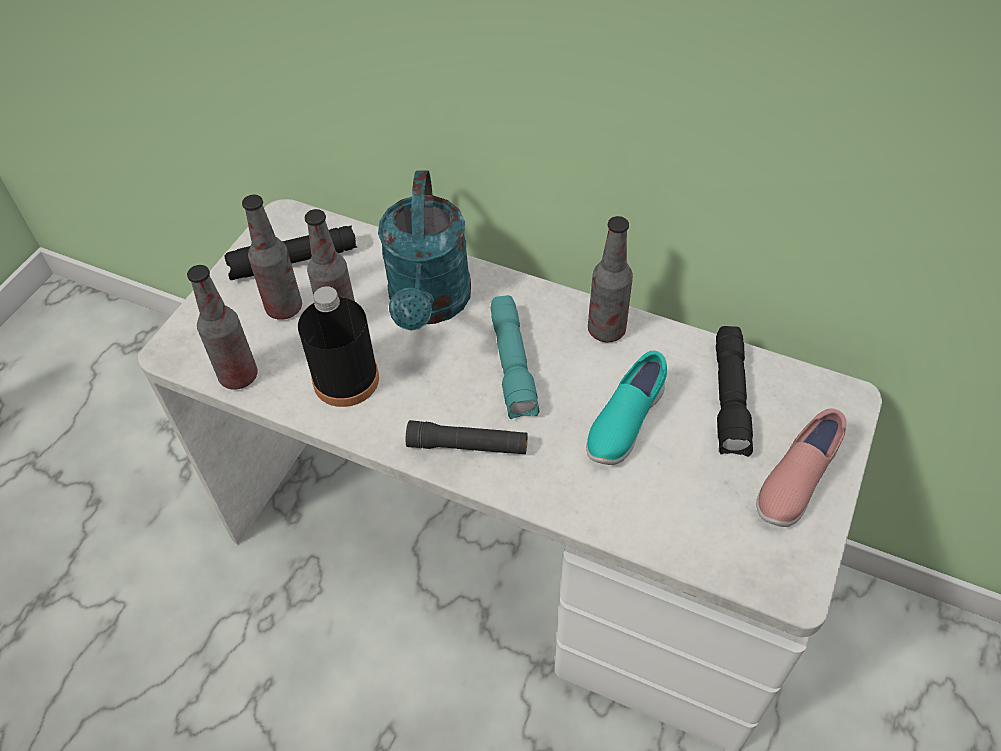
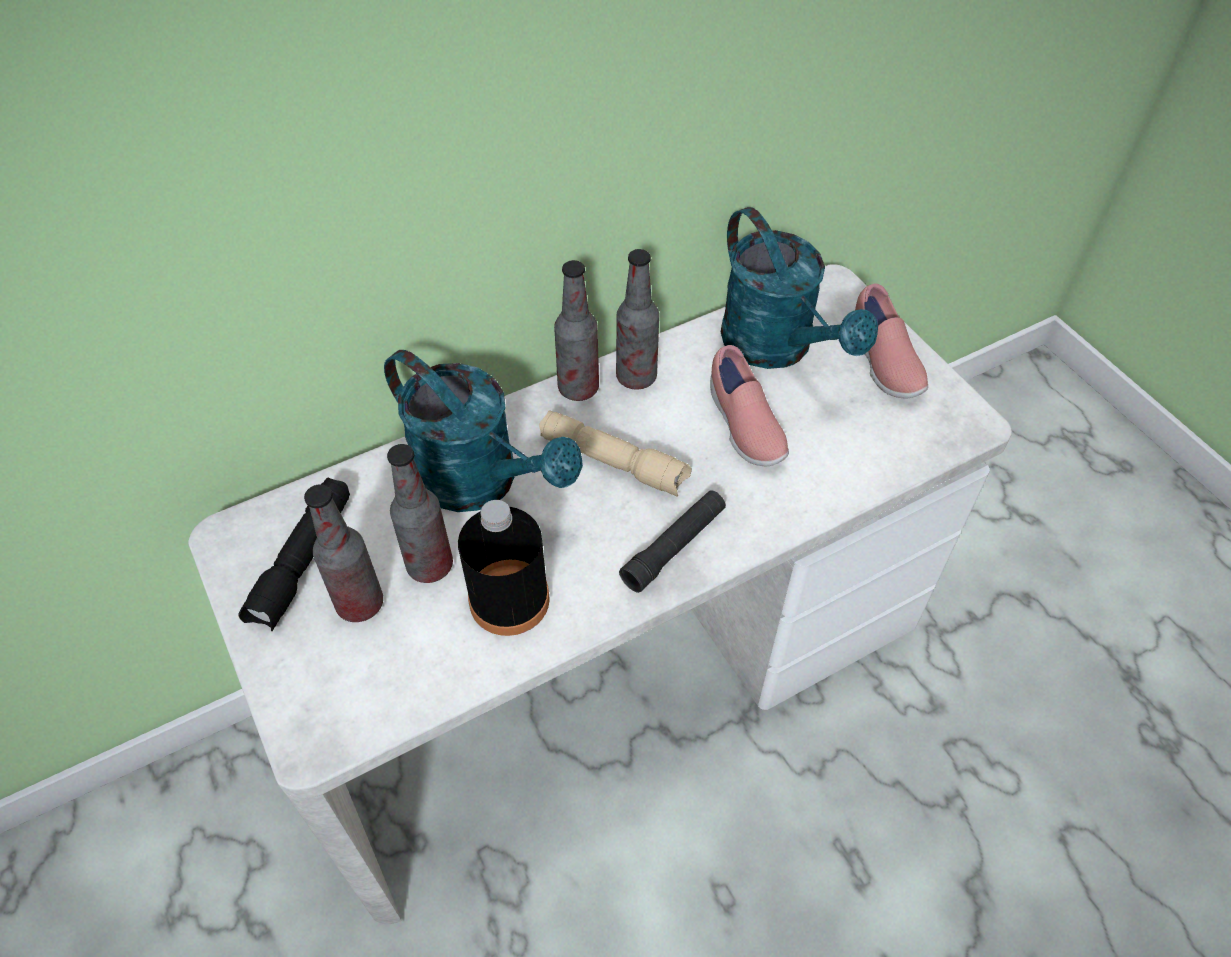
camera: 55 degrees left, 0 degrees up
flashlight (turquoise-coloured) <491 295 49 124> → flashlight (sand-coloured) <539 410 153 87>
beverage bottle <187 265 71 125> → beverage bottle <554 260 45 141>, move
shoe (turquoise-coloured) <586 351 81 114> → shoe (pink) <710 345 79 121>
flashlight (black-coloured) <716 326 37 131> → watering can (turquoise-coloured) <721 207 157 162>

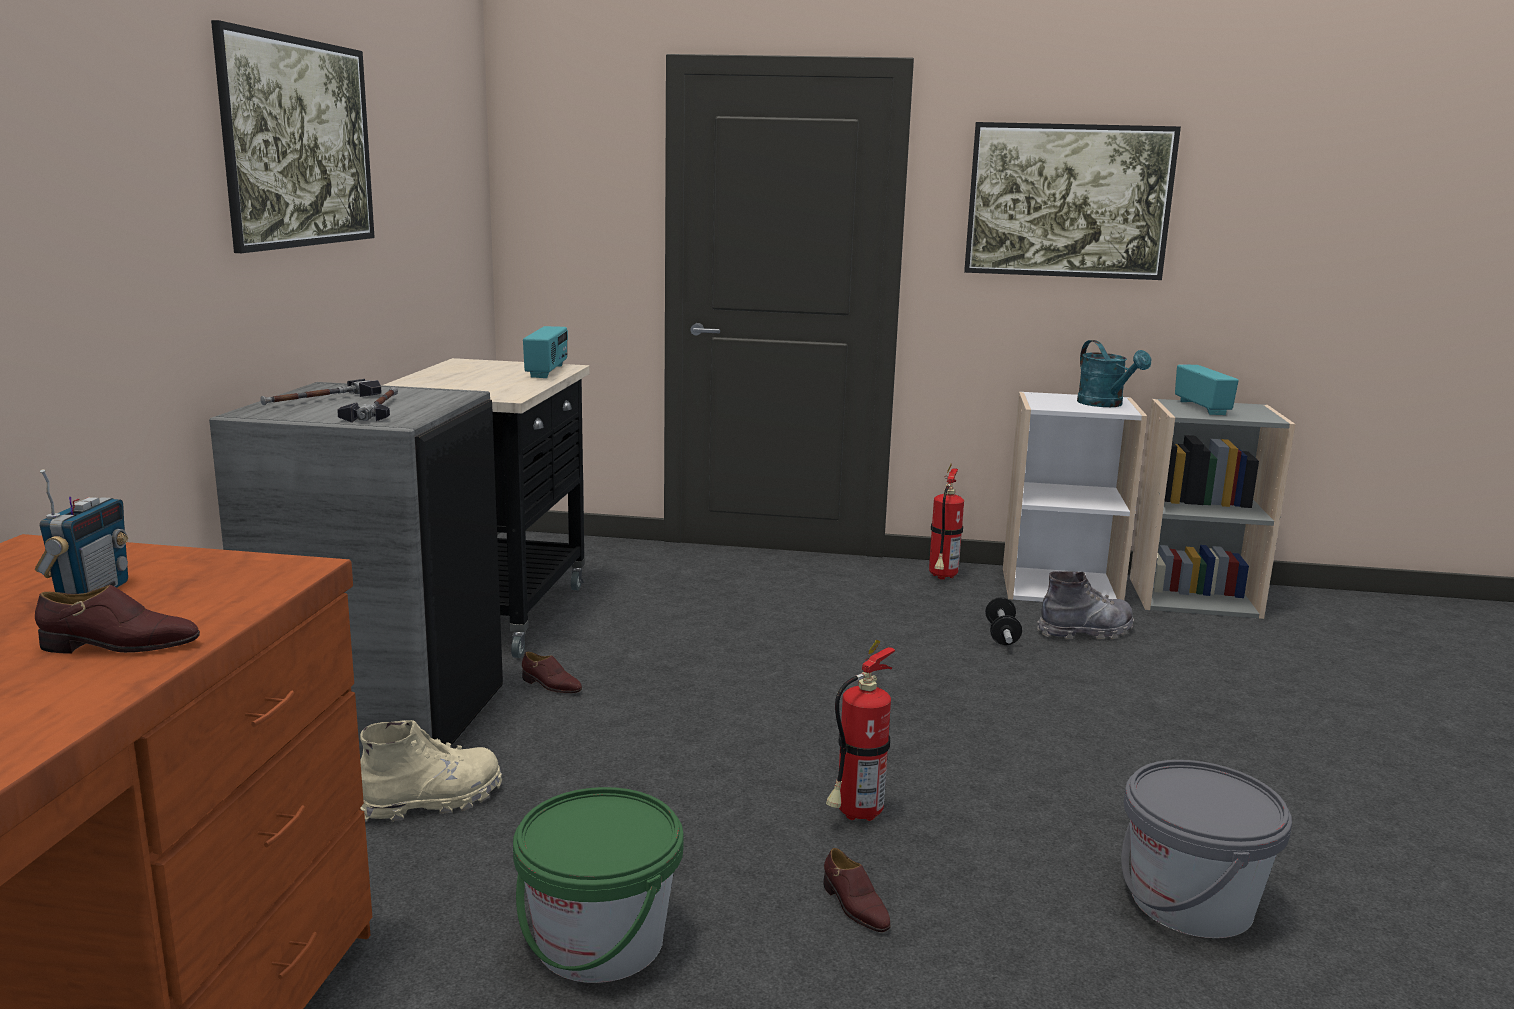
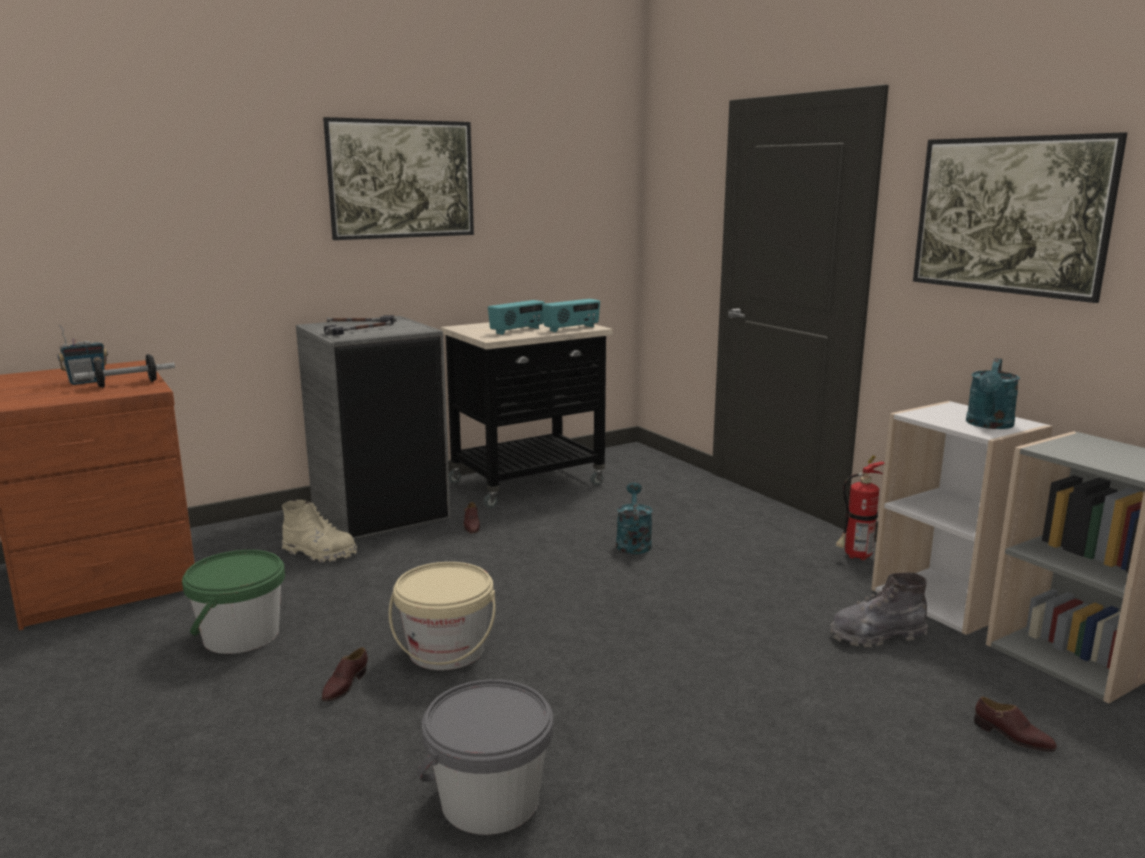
camera: 50 degrees right, 0 degrees up
hand weight <985 597 37 48> → hand weight <73 354 102 34>, move
fire extinguisher <826 640 69 181> → water bucket (sand-coloured) <389 562 107 108>
radio receiver <1175 365 64 50> → radio receiver <488 300 57 35>, move
- → watering can (turquoise-coloured) <616 483 37 71>
high-top boot (greyish) <1037 571 97 69> → high-top boot (greyish) <831 573 97 74>, 135 degrees clockwise
shoe (brown) <35 585 165 69> → shoe (brown) <974 696 83 55>, move

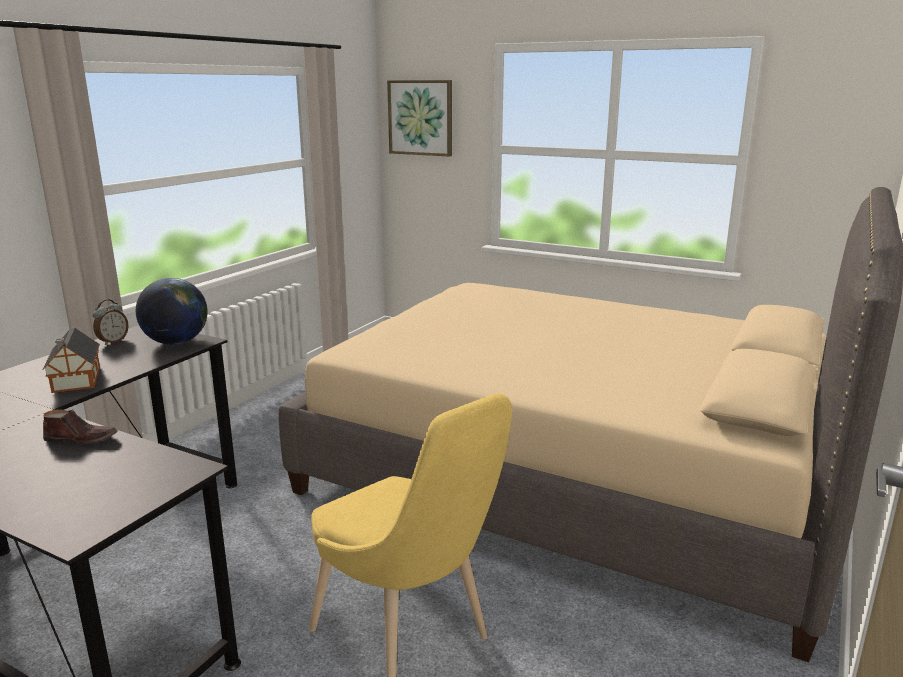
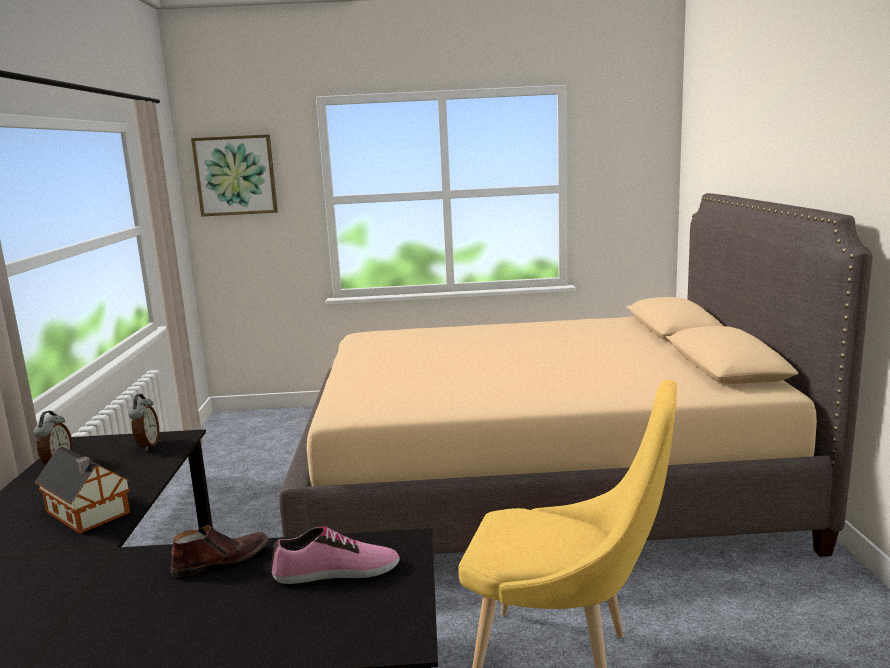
camera: 30 degrees left, 5 degrees down
desk globe <136 278 72 67> → table clock <128 394 31 57>
- → shoe <271 526 129 58>

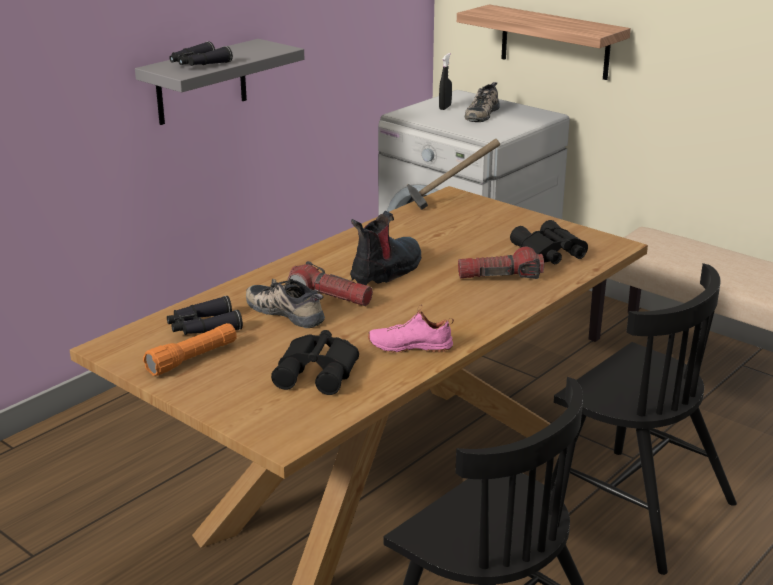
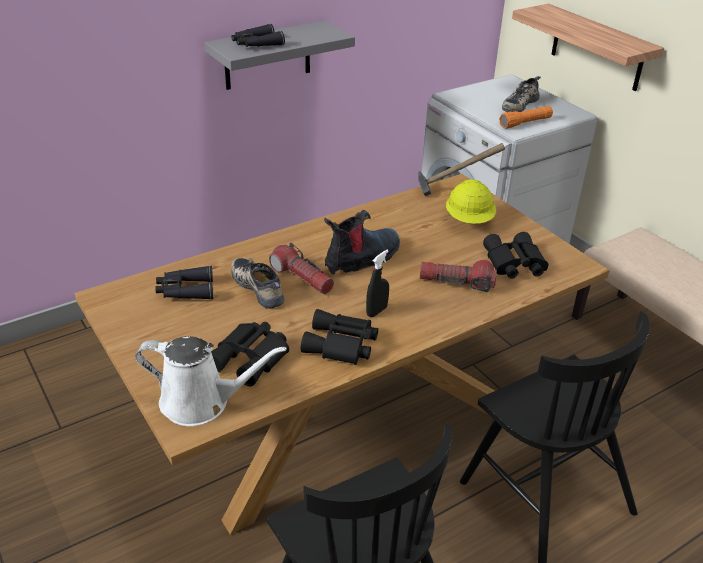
camera: 15 degrees right, 10 degrees up
- → watering can (white) <135 336 151 90>
shoe (pink) <368 305 86 48> → binoculars (black-coloured) <301 309 77 56>
spray bottle (black-coloured) <439 53 13 57> → spray bottle (black-coloured) <366 250 23 67>, move
- → hard hat (yellow) <446 179 50 45>
flashlight (orange) <143 323 94 53> → flashlight (orange) <499 106 54 23>, move

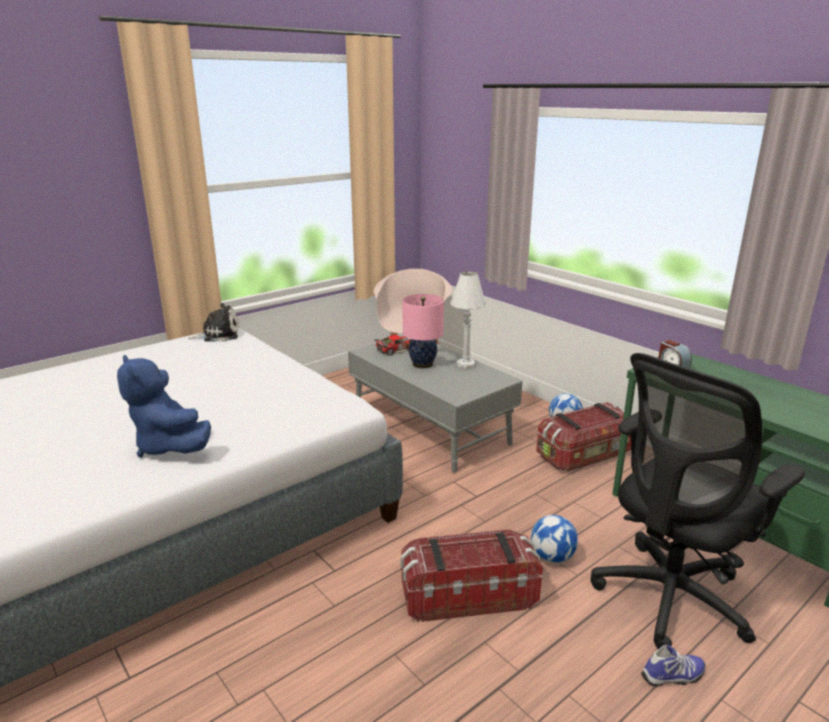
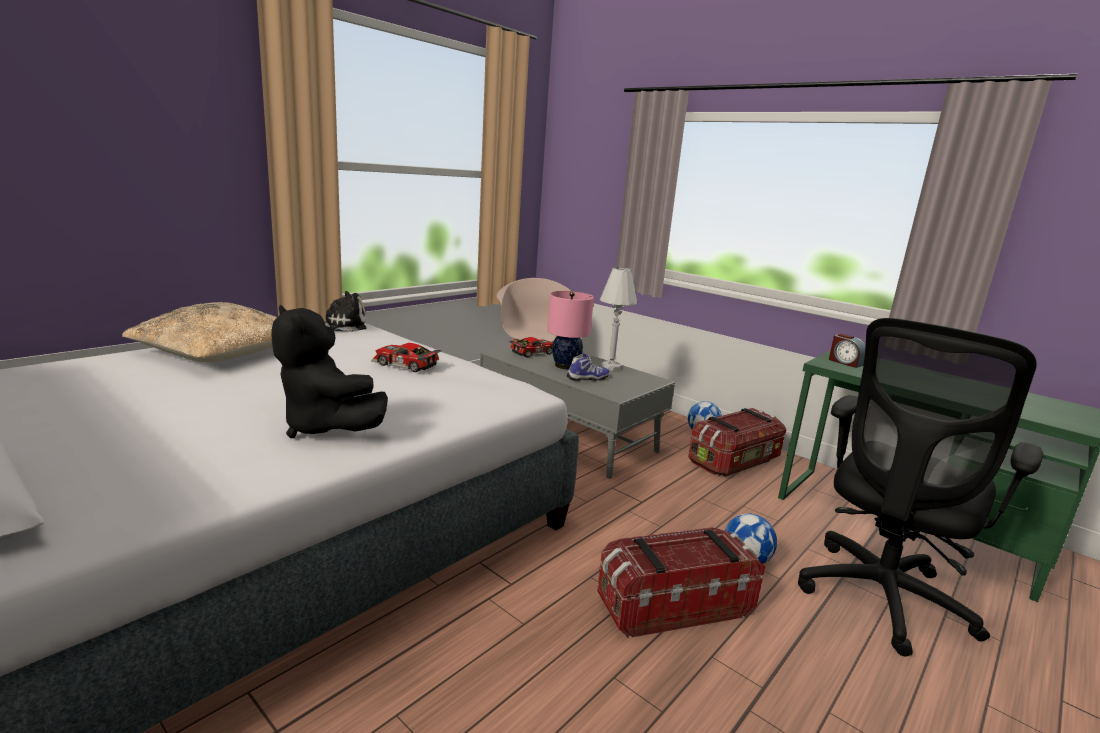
camera: 10 degrees left, 5 degrees down
- → cushion (sand-coloured) <122 302 155 60>
cuddly toy (blue) <117 355 94 102> → cuddly toy (black-coloured) <271 305 117 133>
- → toy car <371 343 70 29>
shoe <641 644 64 42> → shoe <567 353 42 28>, move

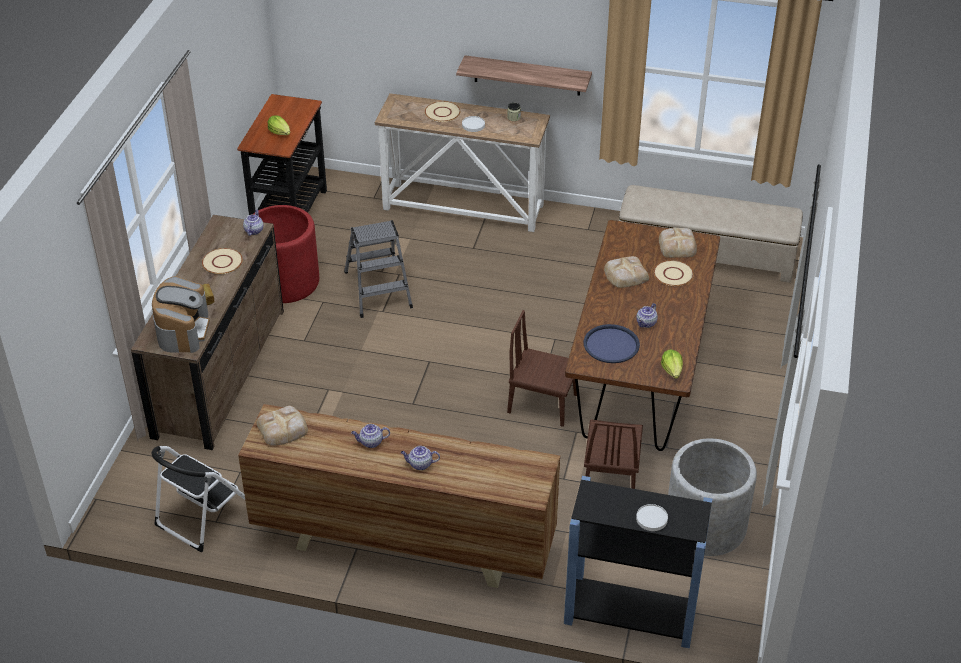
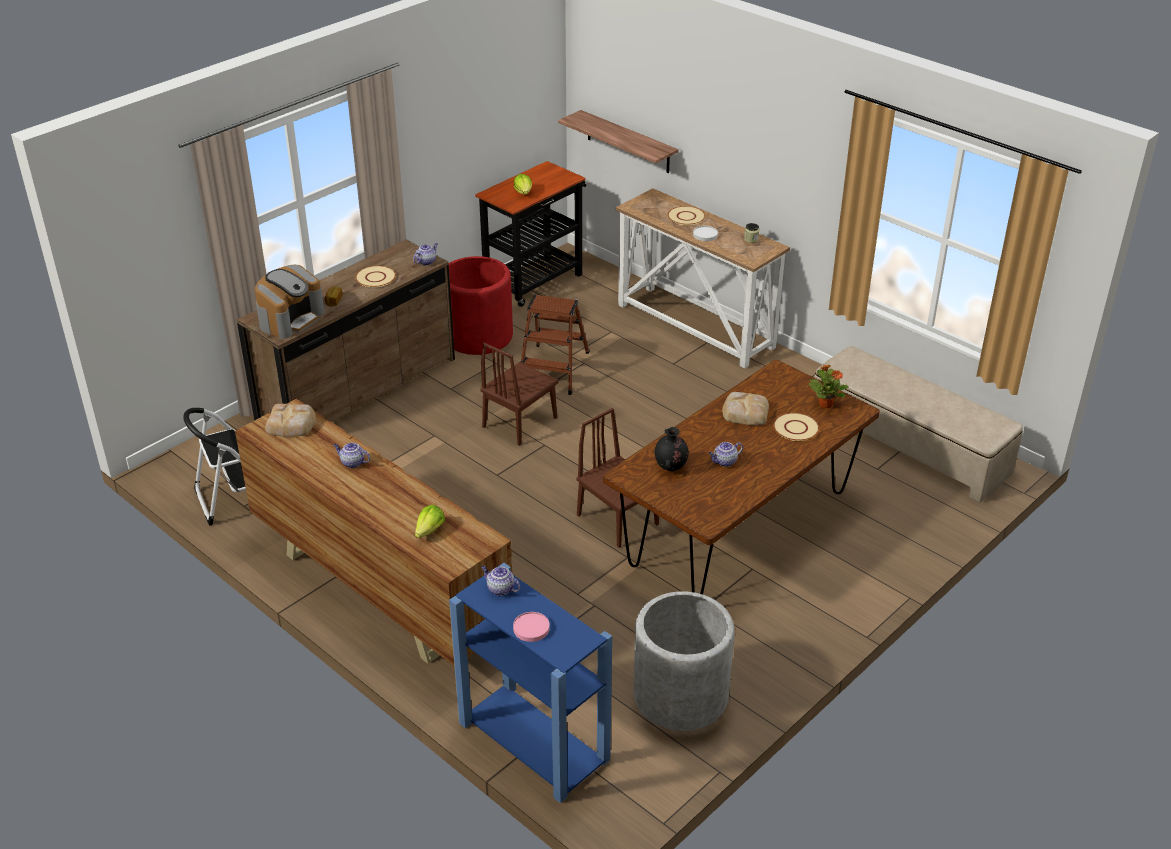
camera: 30 degrees right, 5 degrees down
lettuce head <661 349 22 30> → lettuce head <415 505 30 33>, move
bookcase (black-coloured) <564 476 148 173> → bookcase (blue) <449 563 163 240>
plain chair (brown) <584 419 59 70> → plain chair (brown) <480 343 79 103>, move
teapot <401 446 39 24> → teapot <481 565 39 31>, move
flat dish (white) <636 504 32 27> → flat dish (pink) <513 612 37 30>
step stool (greyish) <344 220 69 98> → step stool (brown) <521 294 69 101>
bracket shelf <456 55 136 41> → bracket shelf <558 110 121 63>, move
tray (blue) <583 324 57 39> → vase (black-coloured) <655 427 34 44>
baked bread <659 227 38 31> → plant in a pot <809 364 40 44>

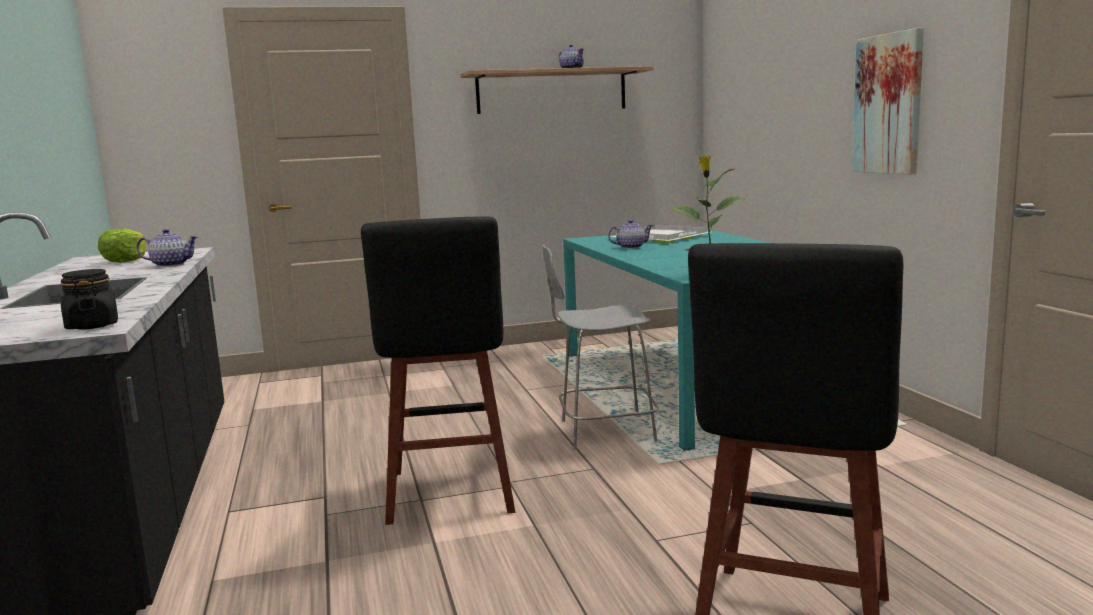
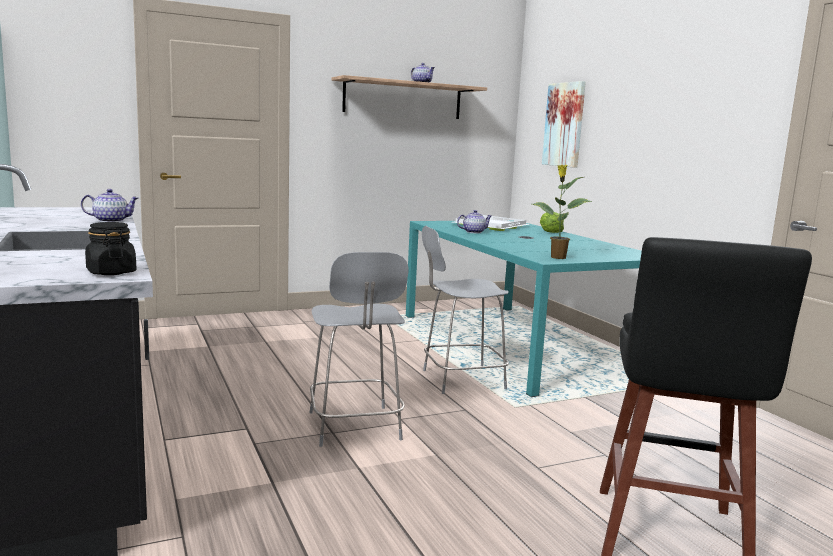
camera: 10 degrees left, 0 degrees up
stool (black-coloured) <361 216 155 309> → plain chair (greyish) <310 252 98 195>
lettuce head <98 229 49 34> → lettuce head <540 212 24 21>, move
wall picture <852 28 72 147> → wall picture <542 81 44 87>, move

